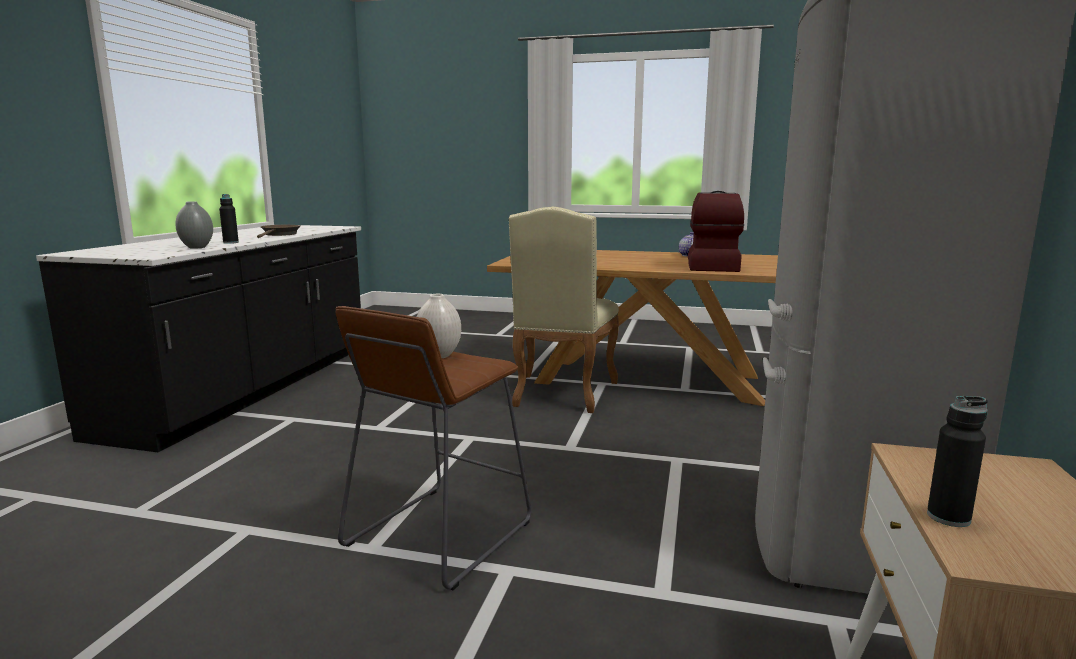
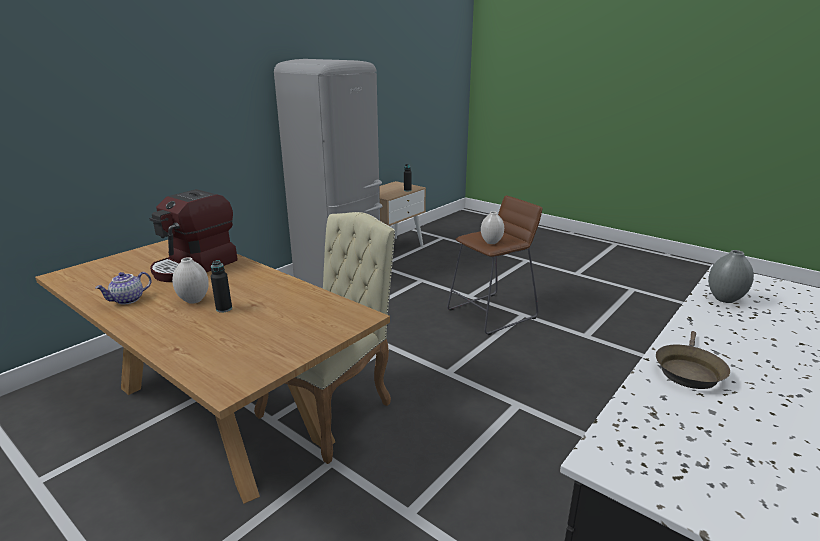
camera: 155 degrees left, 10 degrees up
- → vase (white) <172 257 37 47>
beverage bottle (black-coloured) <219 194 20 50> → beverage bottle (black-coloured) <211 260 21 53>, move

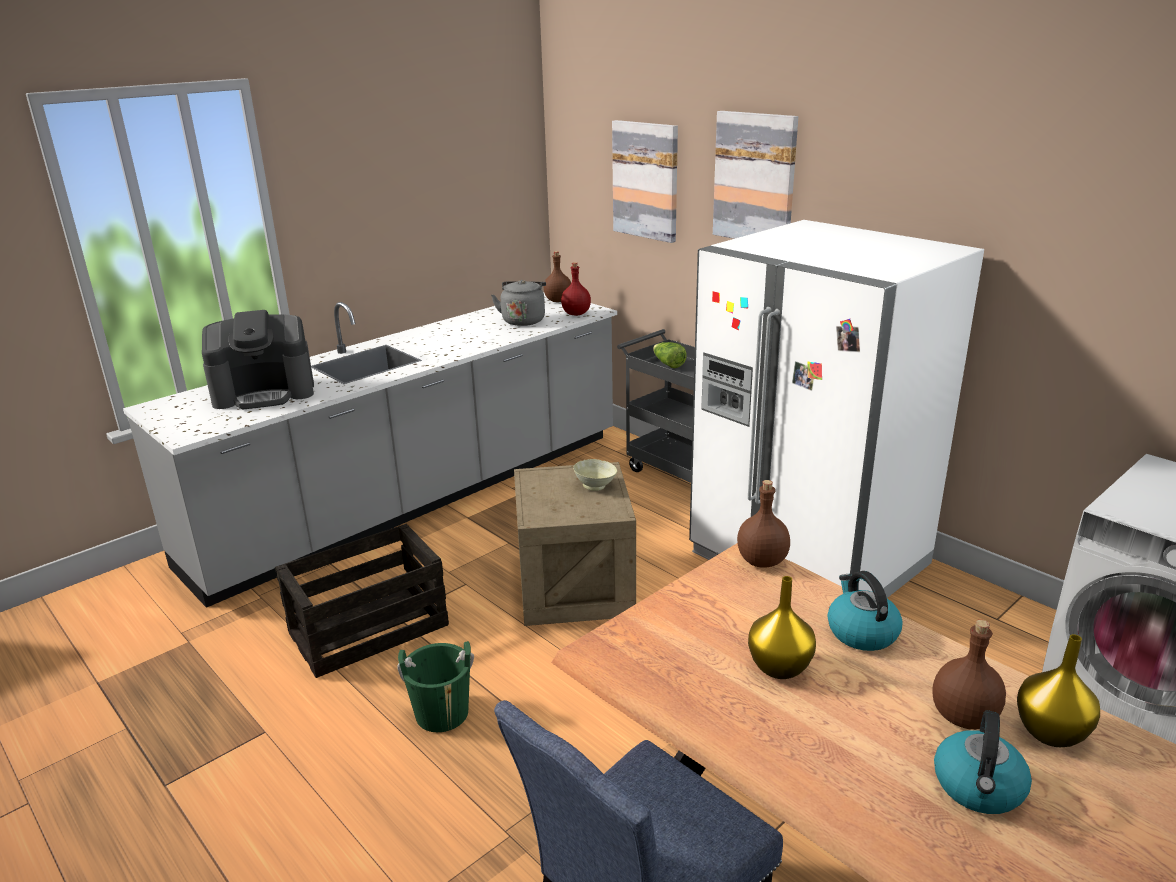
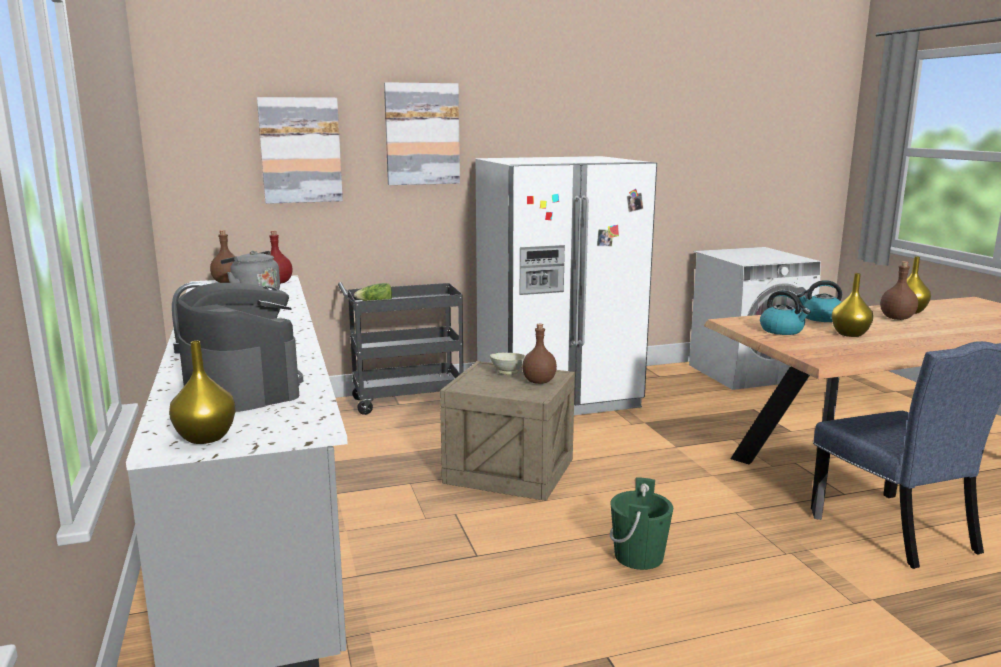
camera: 65 degrees left, 10 degrees down
- → vase (yellow) <169 341 67 103>
coffee machine <202 310 112 100> → coffee machine <177 283 127 129>, 45 degrees counterclockwise
beverage bottle (brown) <737 480 53 88> → beverage bottle (brown) <522 324 35 60>, move
kettle <934 710 98 104> → kettle <760 290 51 45>, move
shipping crate <275 524 174 154> → -

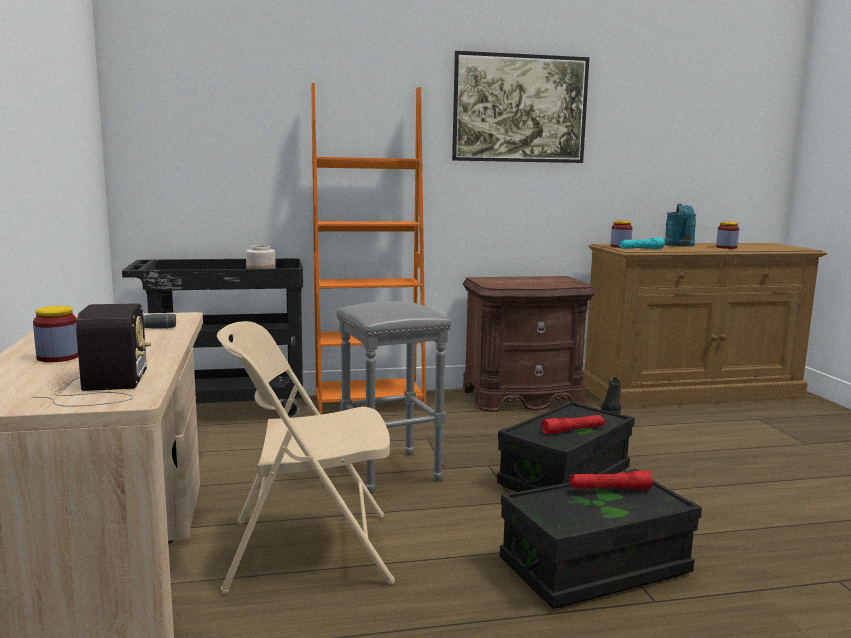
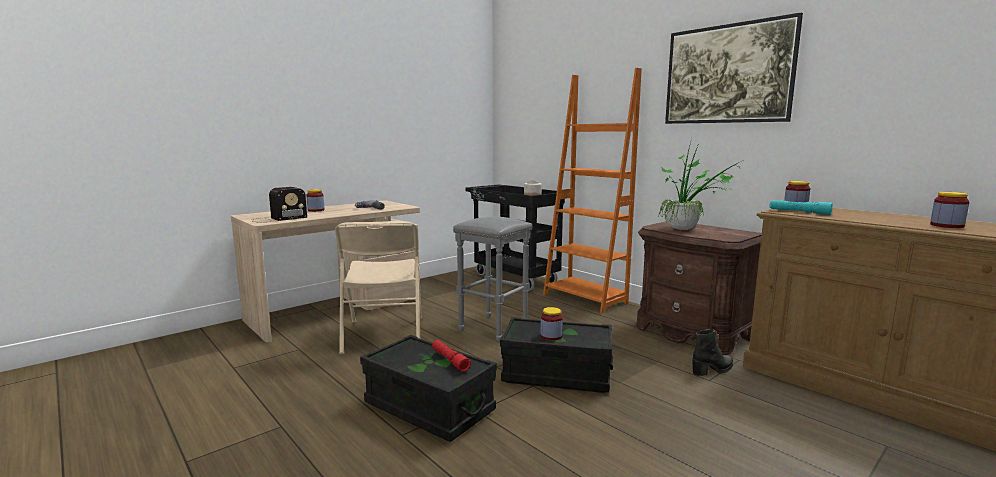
camera: 60 degrees right, 0 degrees up
plain chair (sand-coloured) <217 321 178 274> → plain chair (sand-coloured) <335 221 87 133>, 150 degrees counterclockwise
flashlight (reddish) <541 415 64 19> → preserve jar <541 307 22 34>
- → plant in a pot <659 142 86 88>
watering can (turquoise-coloured) <664 204 33 43> → -

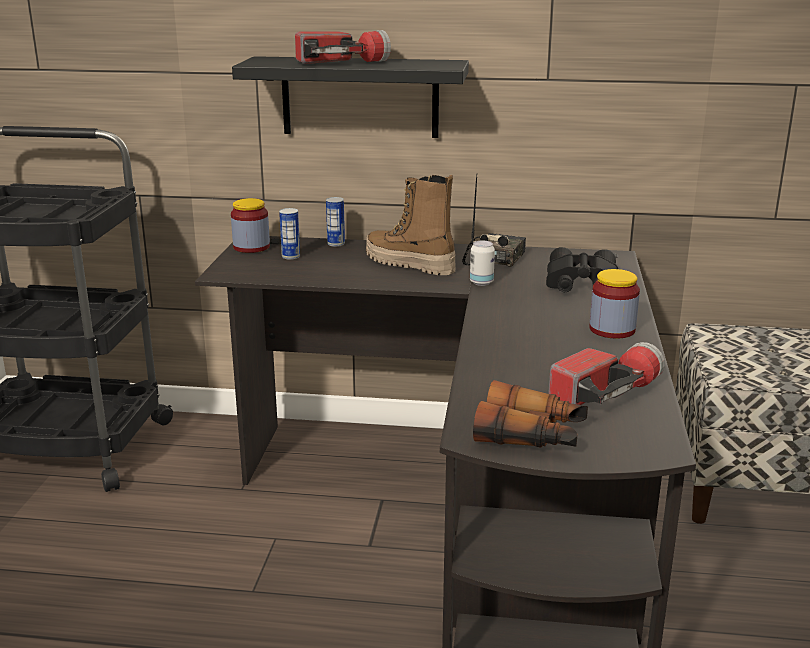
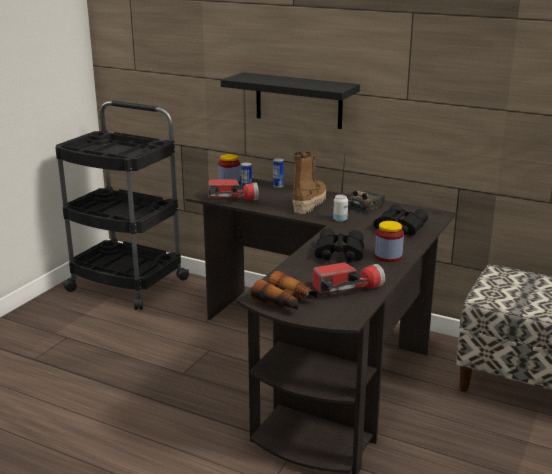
camera: 20 degrees right, 0 degrees up
flashlight <295 30 96 34> → flashlight <208 179 51 21>, move
high-top boot <366 175 90 100> → high-top boot <292 152 34 62>, 60 degrees clockwise
- → binoculars (black-coloured) <314 229 50 34>

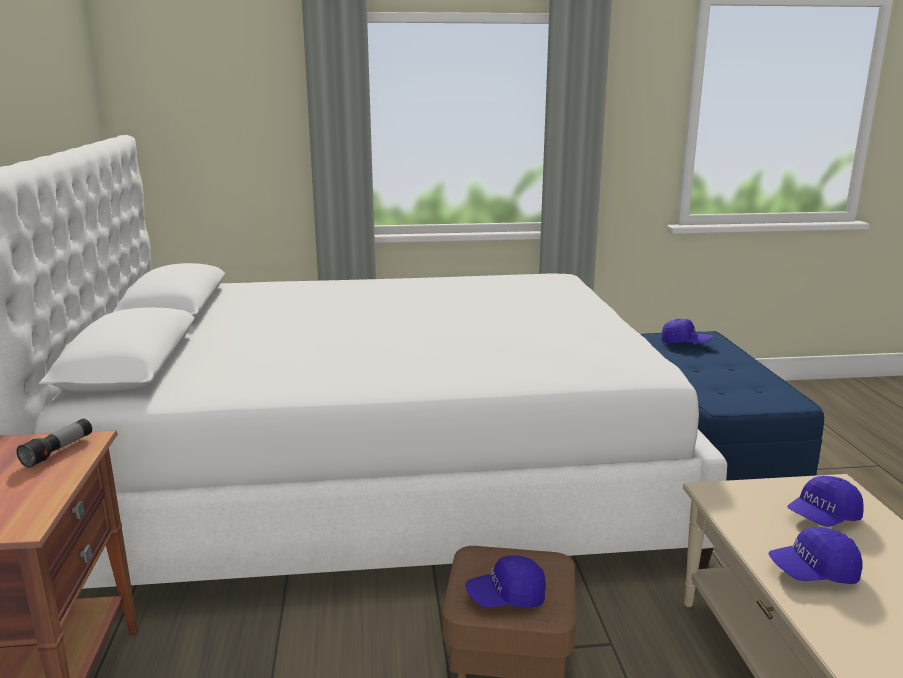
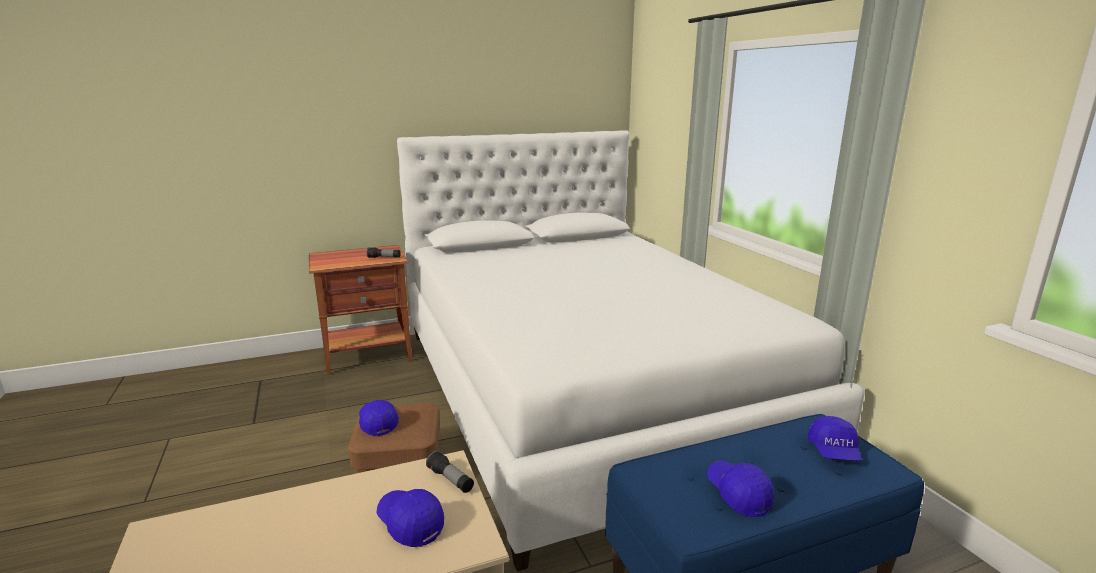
camera: 75 degrees right, 0 degrees up
- → flashlight <426 451 48 42>
peaked cap (blue) <769 527 93 57> → peaked cap (blue) <707 461 67 57>, move

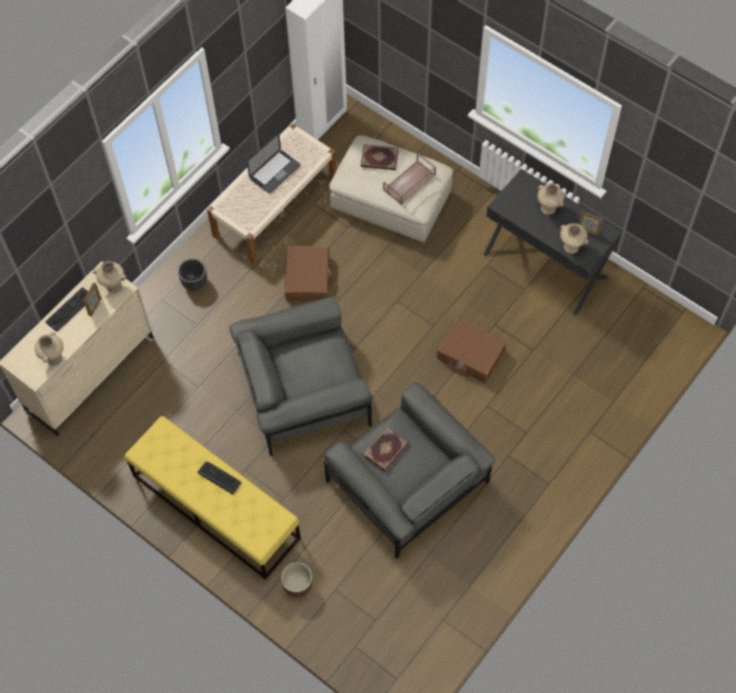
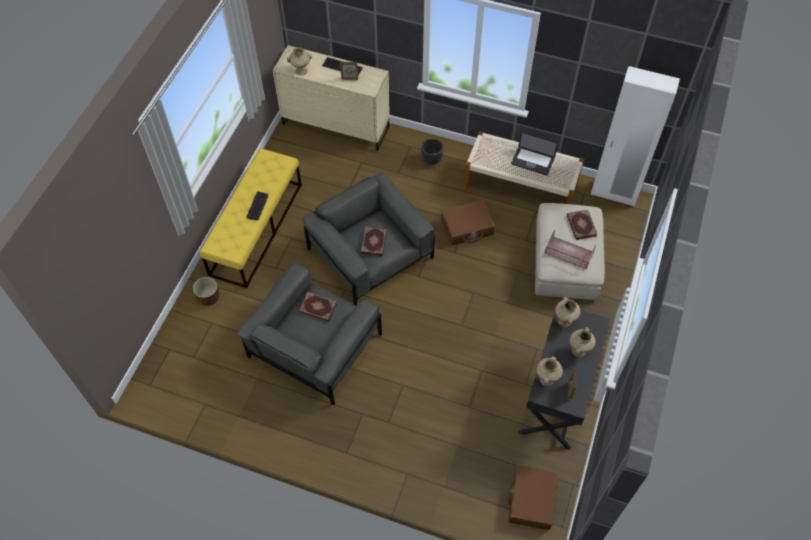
camera: 70 degrees right, 5 degrees down
- → bound book <360 226 27 30>
suitcase (brown) <437 318 69 65> → suitcase (brown) <508 465 50 65>, move
vase (sand-coloured) <93 261 33 32> → vase (sand-coloured) <555 297 26 30>, move

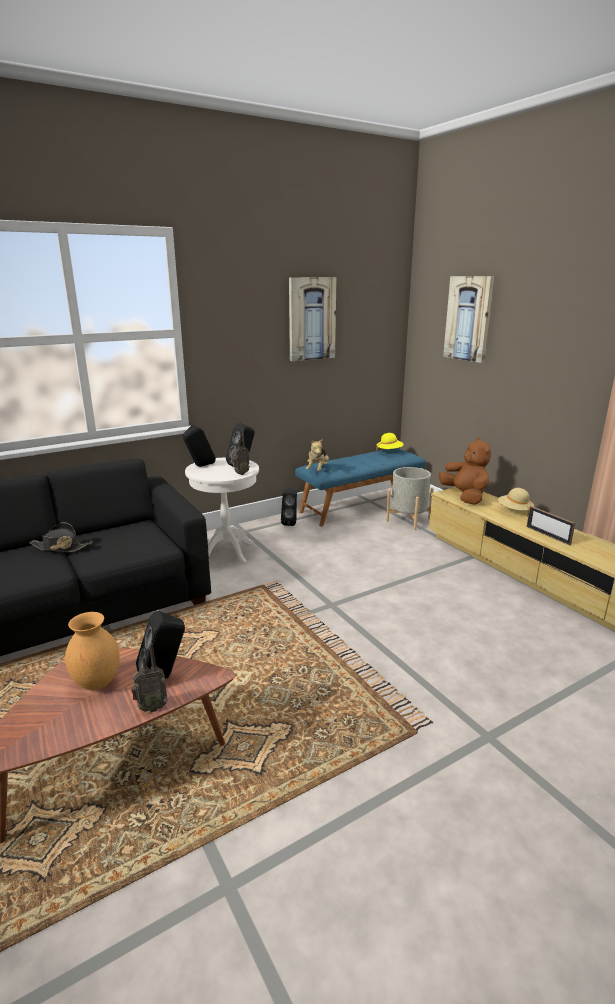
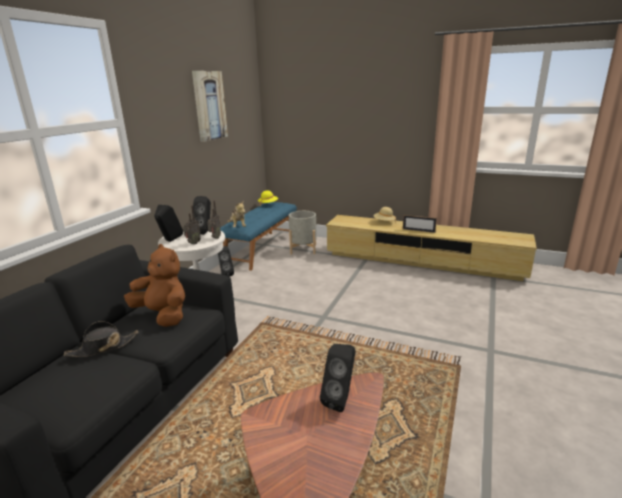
camera: 35 degrees left, 0 degrees up
cuddly toy (brown) <439 437 52 68> → cuddly toy (brown) <124 244 61 83>, move
radio receiver <131 643 37 70> → radio receiver <183 205 18 40>, move
vase (brown) <65 612 55 78> → -
wall picture <443 276 52 87> → -

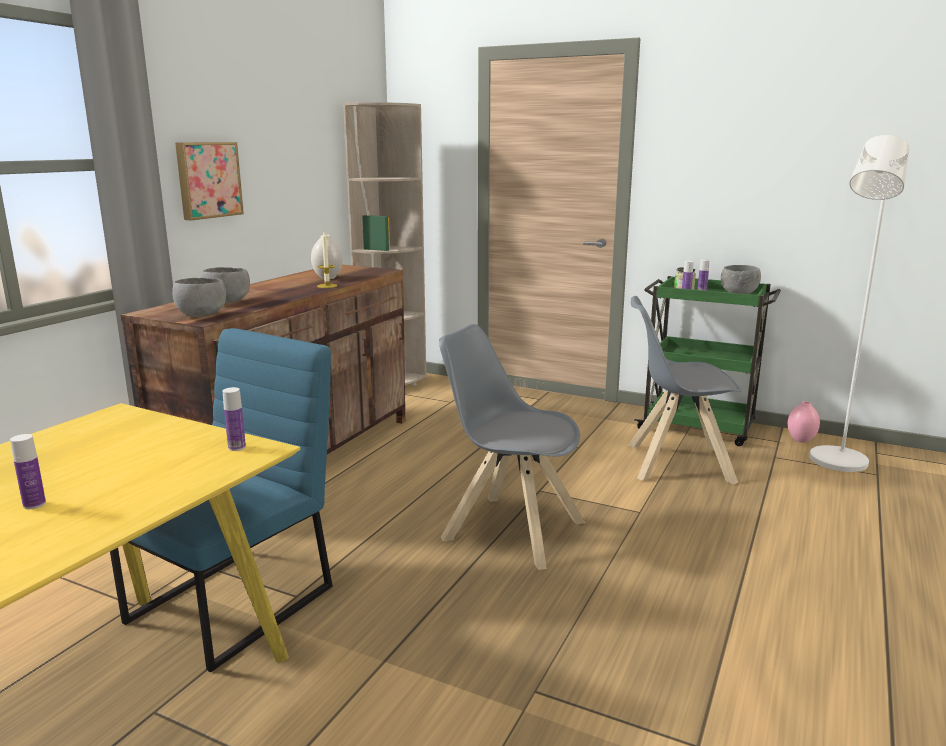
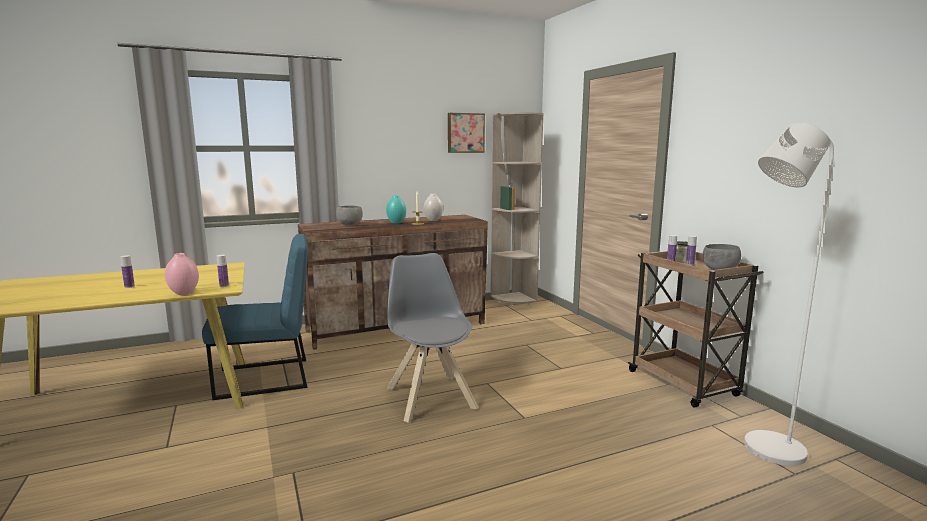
camera: 40 degrees right, 5 degrees down
vase (pink) <788 401 32 42> → vase (pink) <165 253 34 42>, move
- → vase (turquoise-coloured) <386 195 20 29>
wall picture <175 142 69 79> → wall picture <448 113 37 40>, move
trolley (greenish) <634 276 147 170> → trolley (brown) <627 251 137 157>
bowl (greyish) <172 278 54 39> → -
plain chair (greyish) <628 296 114 189> → -

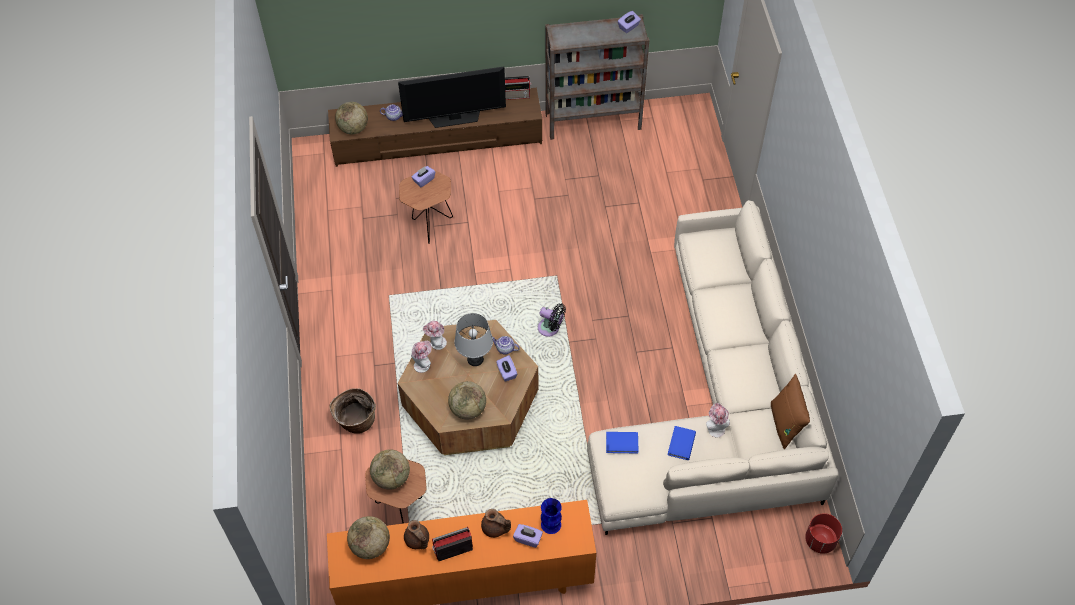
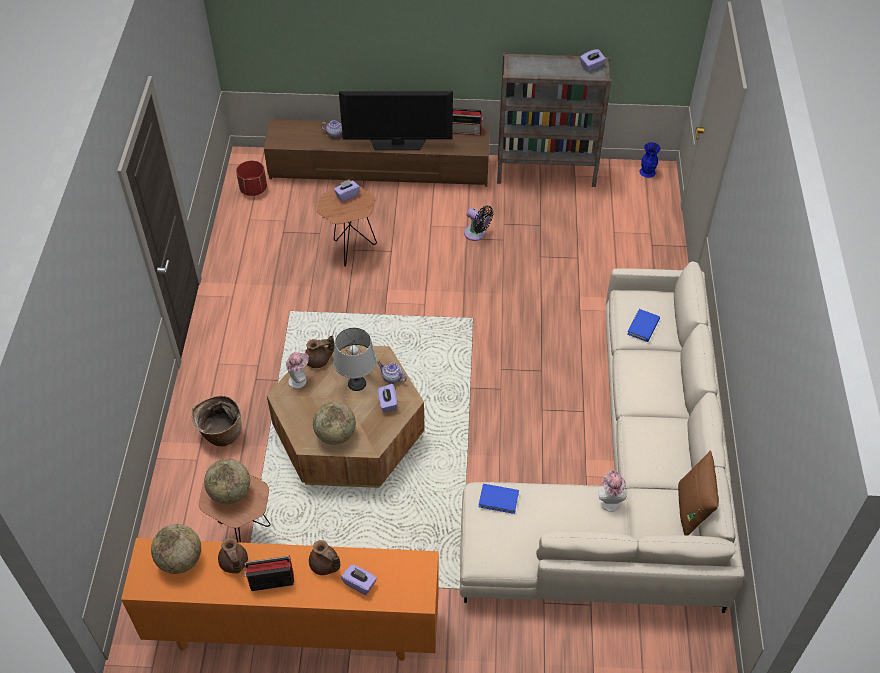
camera: 10 degrees right, 5 degrees down
planter (reddish) <805 513 37 41> → planter (reddish) <236 160 31 36>, move
wearable hat <423 321 24 29> → teapot (brown) <305 335 29 33>
cooling fan (black-coloured) <538 303 28 34> → cooling fan (black-coloured) <464 205 29 36>, move
bound book (blue) <668 426 28 34> → bound book (blue) <627 309 33 33>, move
vase (blue) <541 498 21 36> → vase (blue) <640 142 20 36>, move
desk globe <335 102 33 32> → -

